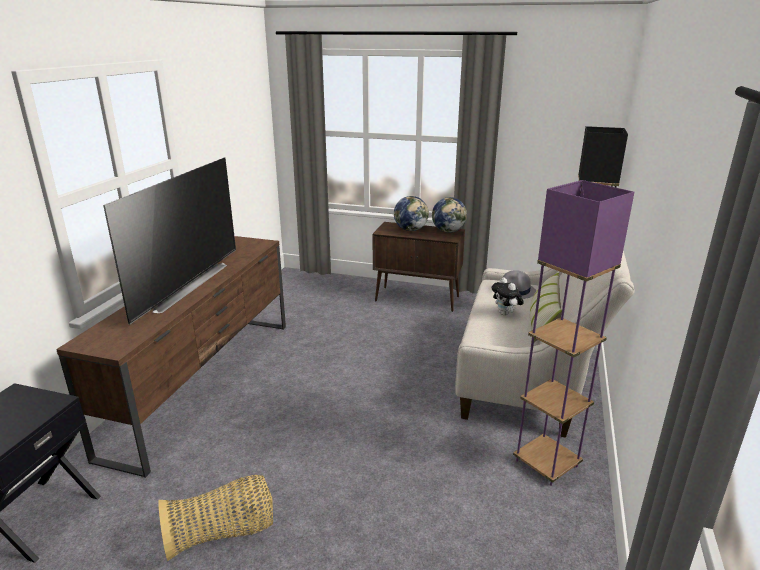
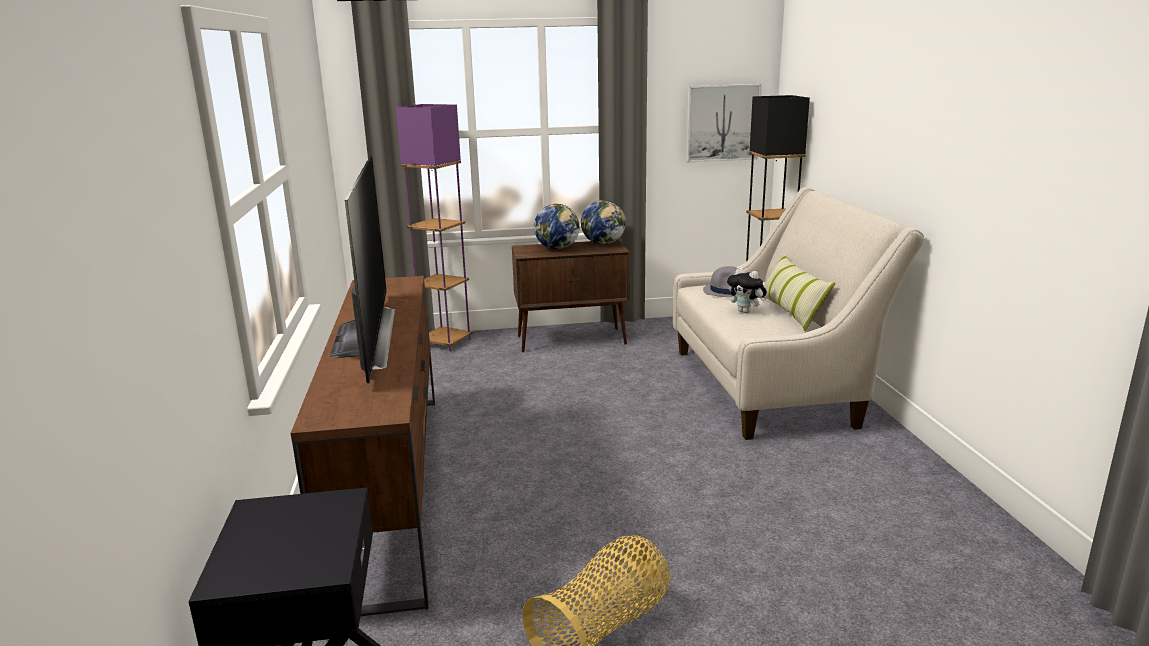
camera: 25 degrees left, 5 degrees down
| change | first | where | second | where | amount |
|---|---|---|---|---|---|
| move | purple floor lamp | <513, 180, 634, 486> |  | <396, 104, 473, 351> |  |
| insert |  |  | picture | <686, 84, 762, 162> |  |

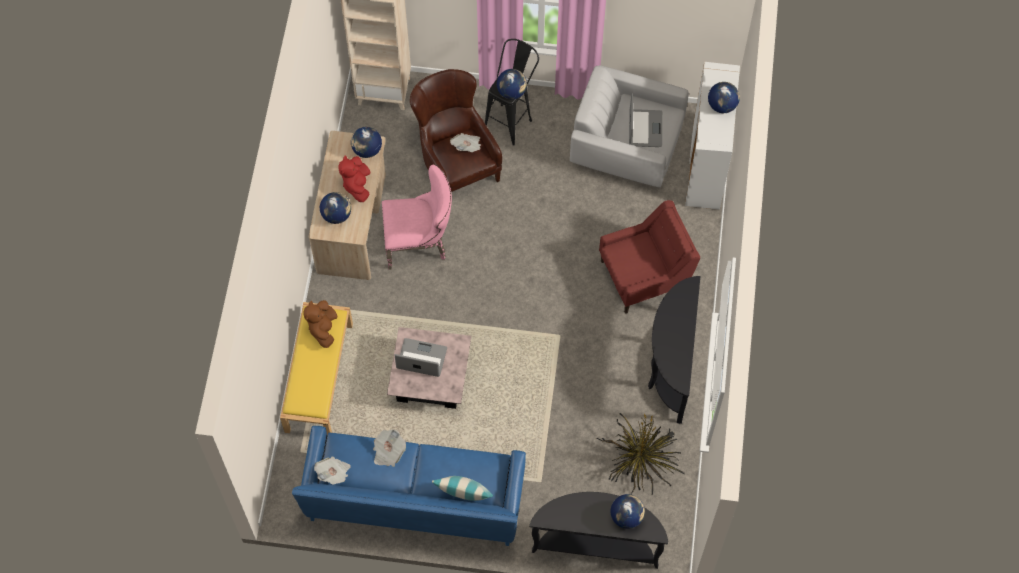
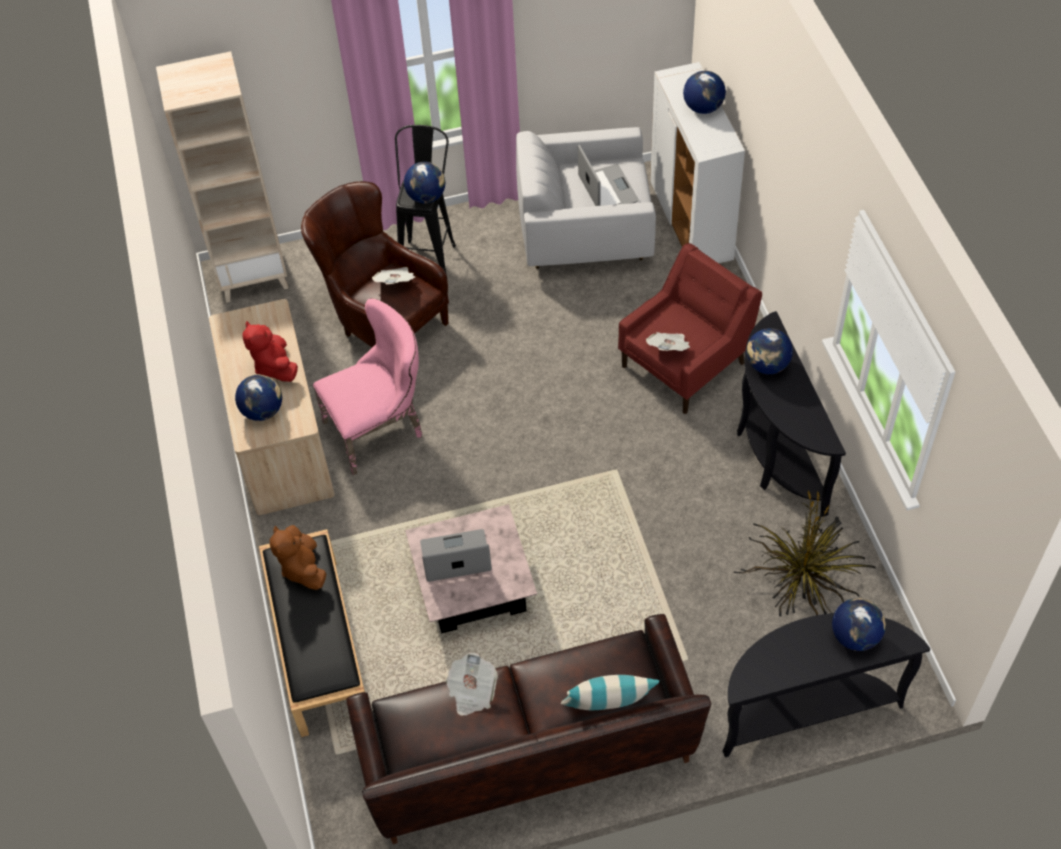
camera: 20 degrees left, 10 degrees down
| change | first | where | second | where | amount |
|---|---|---|---|---|---|
| recolor | yellow bench | <280, 302, 353, 435> | black bench | <259, 529, 365, 737> |  |
| recolor | blue sofa | <292, 426, 526, 546> | brown sofa | <346, 614, 711, 844> |  |
| move | newspaper | <314, 456, 351, 485> |  | <646, 332, 690, 351> |  |
| move | globe | <351, 127, 382, 158> |  | <746, 328, 793, 374> |  |

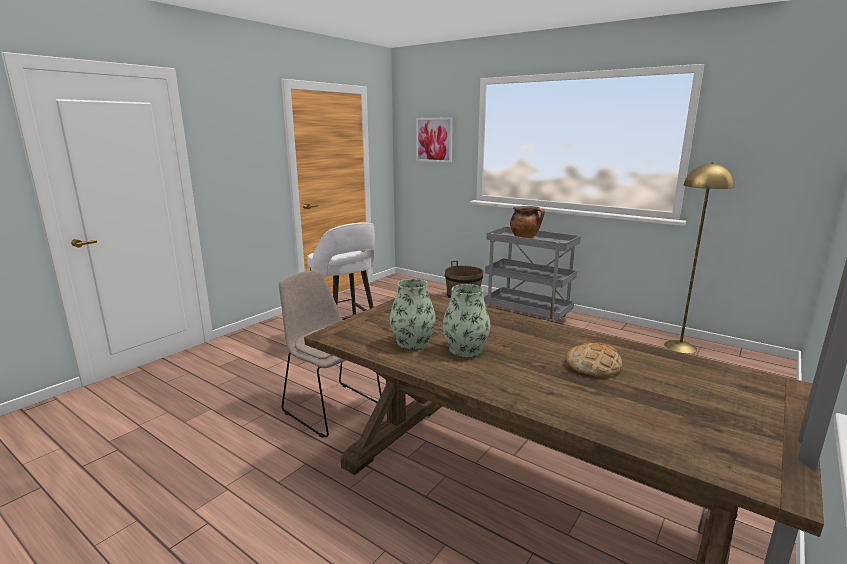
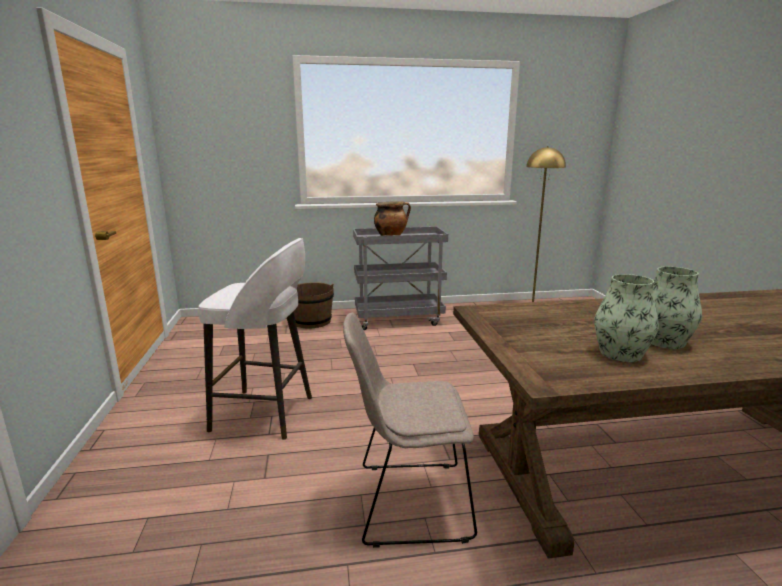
camera: 45 degrees left, 0 degrees up
| change | first | where | second | where | amount |
|---|---|---|---|---|---|
| delete | picture | <416, 117, 453, 163> |  |  |  |
| delete | bread | <566, 342, 622, 377> |  |  |  |

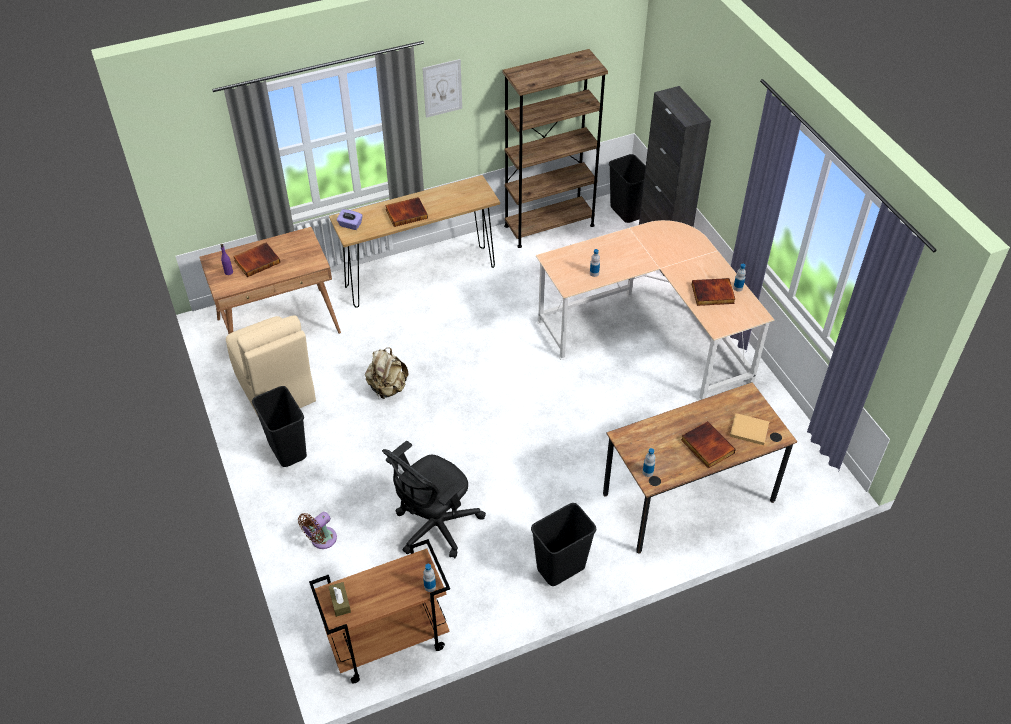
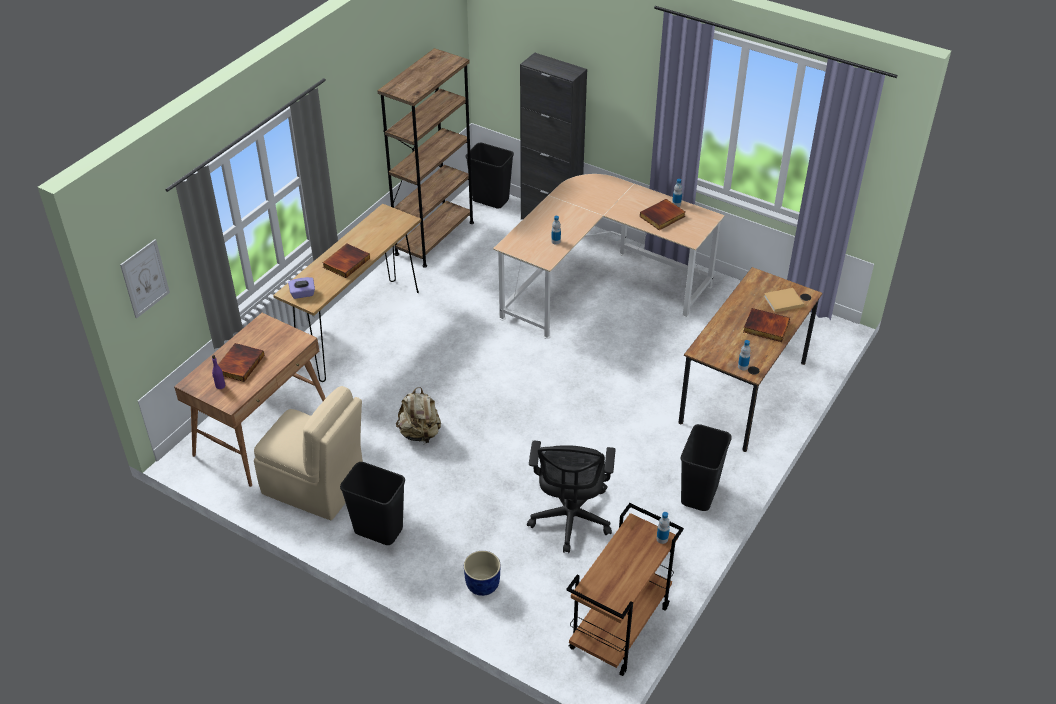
camera: 35 degrees left, 5 degrees down
| change | first | where | second | where | amount |
|---|---|---|---|---|---|
| replace | brown fan | <298, 512, 337, 549> | blue planter | <464, 551, 501, 596> |  |
| delete | brown tissue box | <328, 582, 351, 617> |  |  |  |
| move | picture | <423, 59, 462, 118> |  | <120, 239, 170, 319> |  |

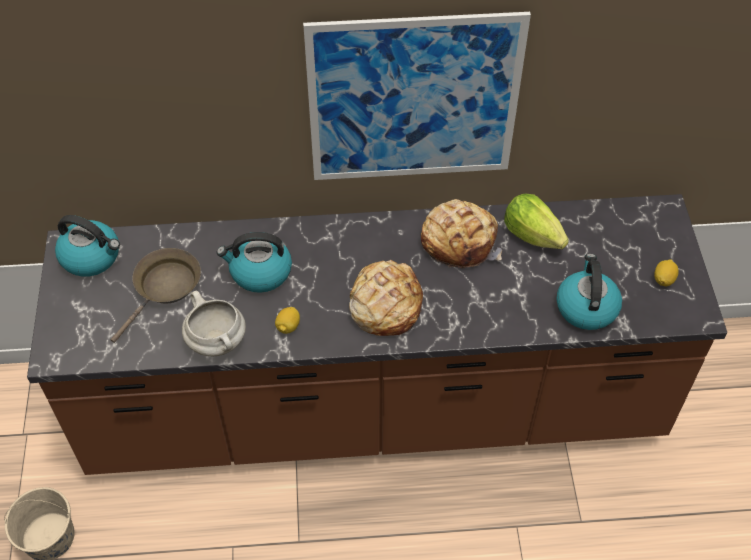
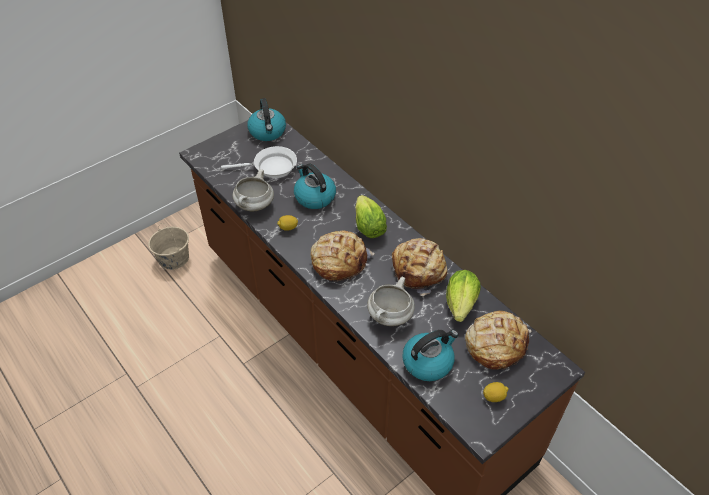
camera: 55 degrees right, 5 degrees down
| change | first | where | second | where | amount |
|---|---|---|---|---|---|
| recolor | brown frying pan | <111, 248, 201, 343> | white frying pan | <221, 146, 297, 178> |  |
| delete | picture | <303, 12, 531, 180> |  |  |  |
| insert |  |  | lettuce | <355, 195, 387, 238> |  |
| insert |  |  | white cooking pot | <367, 277, 415, 326> |  |
| insert |  |  | bread | <465, 311, 531, 370> |  |

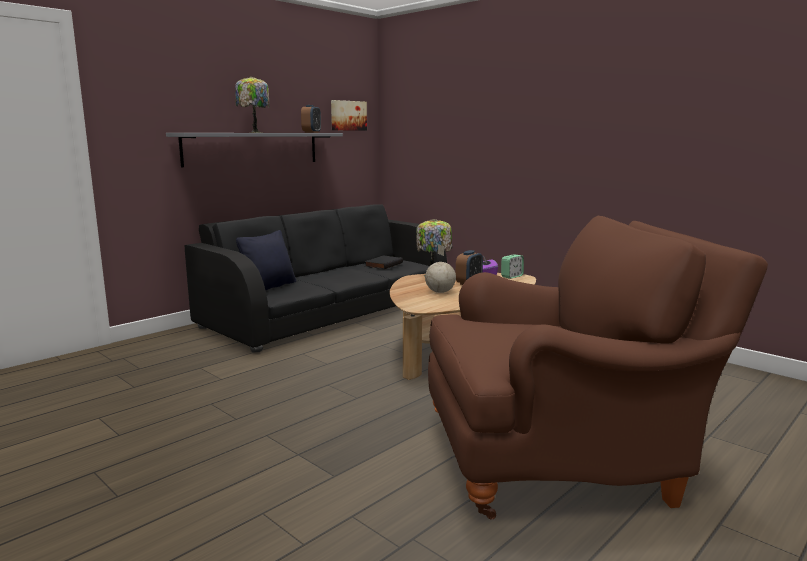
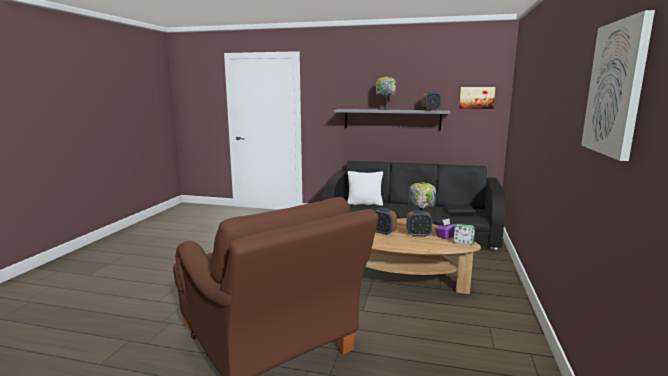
camera: 60 degrees right, 0 degrees up
| change | first | where | second | where | amount |
|---|---|---|---|---|---|
| recolor | black pillow | <236, 230, 296, 290> | white pillow | <347, 171, 383, 205> |  |
| replace | globe | <425, 244, 456, 293> | alarm clock | <375, 208, 397, 235> |  |
| insert |  |  | picture | <581, 10, 655, 161> |  |

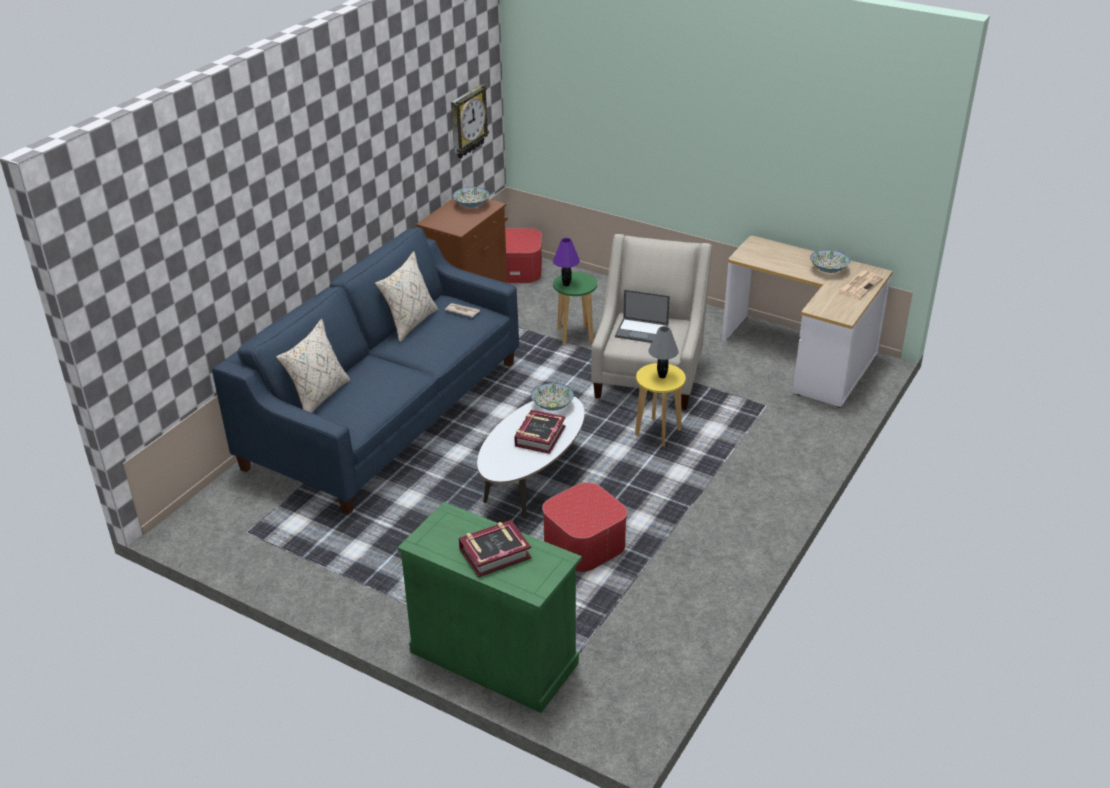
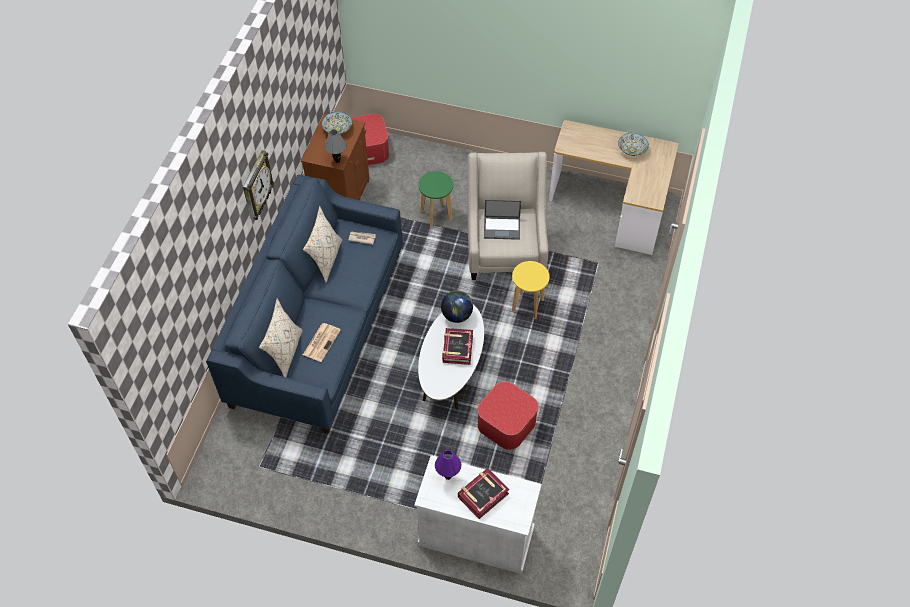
camera: 15 degrees left, 20 degrees up
| change | first | where | second | where | amount |
|---|---|---|---|---|---|
| recolor | green cabinet | <398, 502, 582, 713> | white cabinet | <414, 455, 542, 574> |  |
| move | wall clock | <451, 84, 489, 158> |  | <243, 150, 274, 220> |  |
| replace | bowl | <531, 383, 574, 411> | globe | <441, 290, 473, 323> |  |
| move | purple table lamp | <553, 238, 580, 286> |  | <435, 450, 461, 480> |  |
| move | grey table lamp | <648, 326, 678, 378> |  | <325, 129, 347, 163> |  |
| move | newspaper | <838, 271, 884, 299> |  | <303, 323, 341, 362> |  |

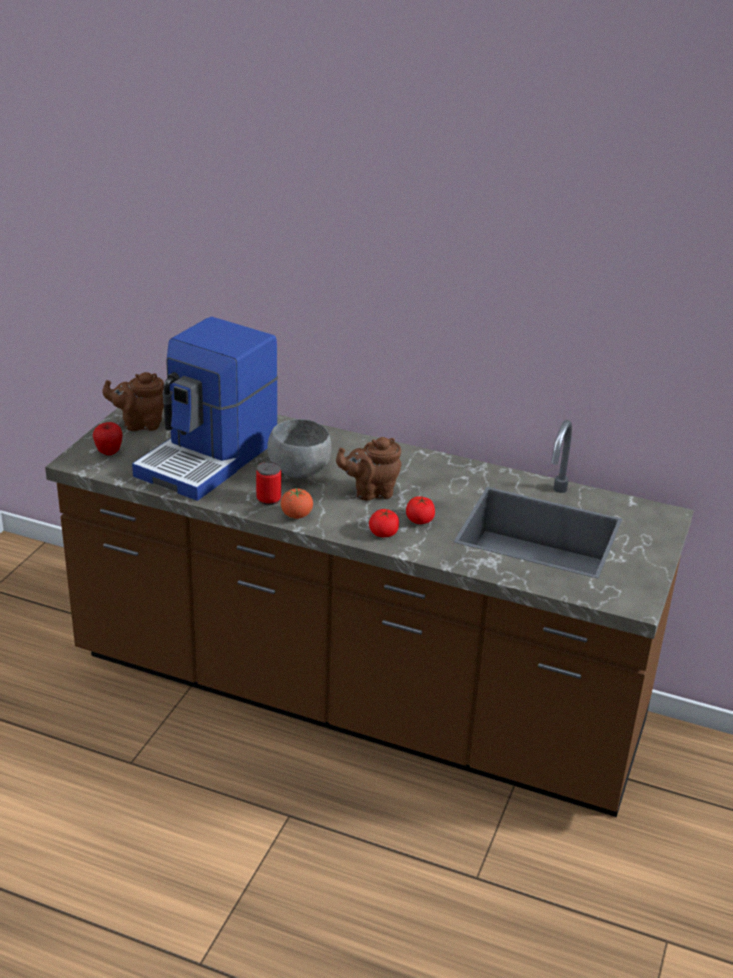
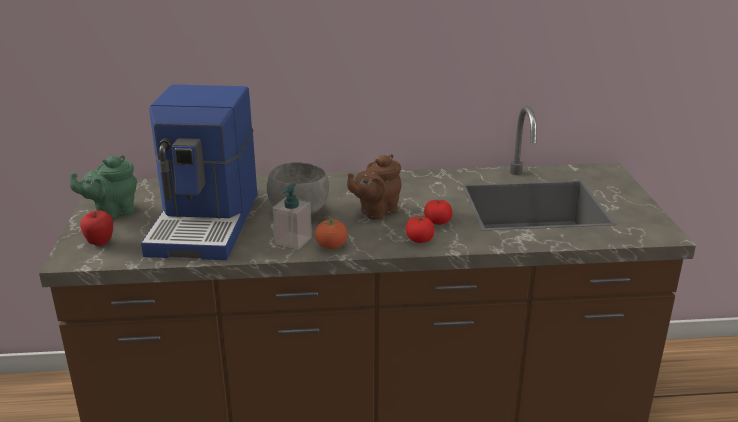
camera: 25 degrees left, 5 degrees down
| change | first | where | second | where | amount |
|---|---|---|---|---|---|
| recolor | brown teapot | <102, 372, 164, 431> | green teapot | <70, 155, 137, 219> |  |
| replace | can | <256, 462, 281, 505> | soap dispenser | <273, 183, 312, 250> |  |

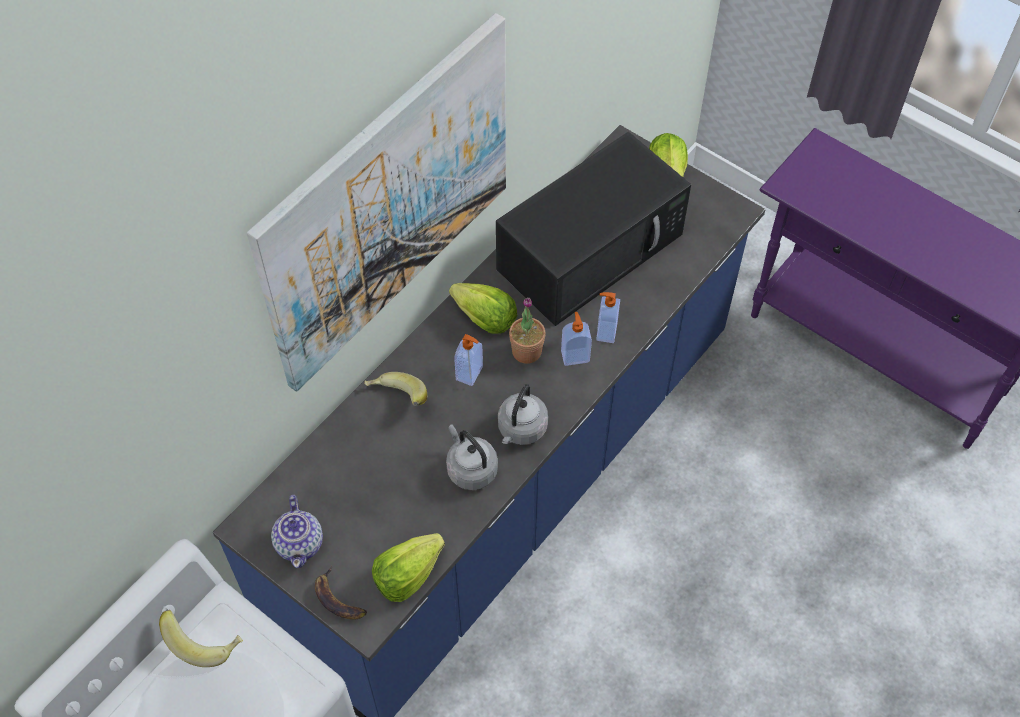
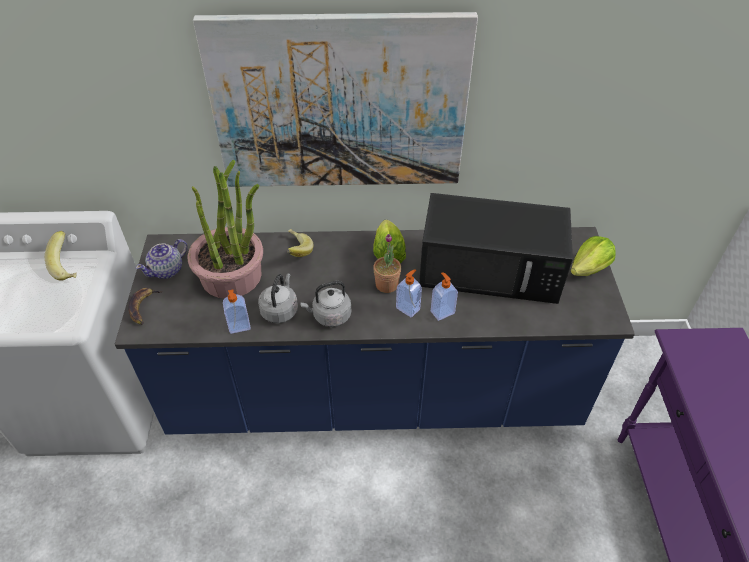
camera: 50 degrees right, 10 degrees down
| change | first | where | second | where | amount |
|---|---|---|---|---|---|
| delete | lettuce | <372, 533, 445, 602> |  |  |  |
| move | soap dispenser | <454, 334, 483, 386> |  | <223, 289, 251, 334> |  |
| insert |  |  | potted plant | <188, 160, 263, 299> |  |

